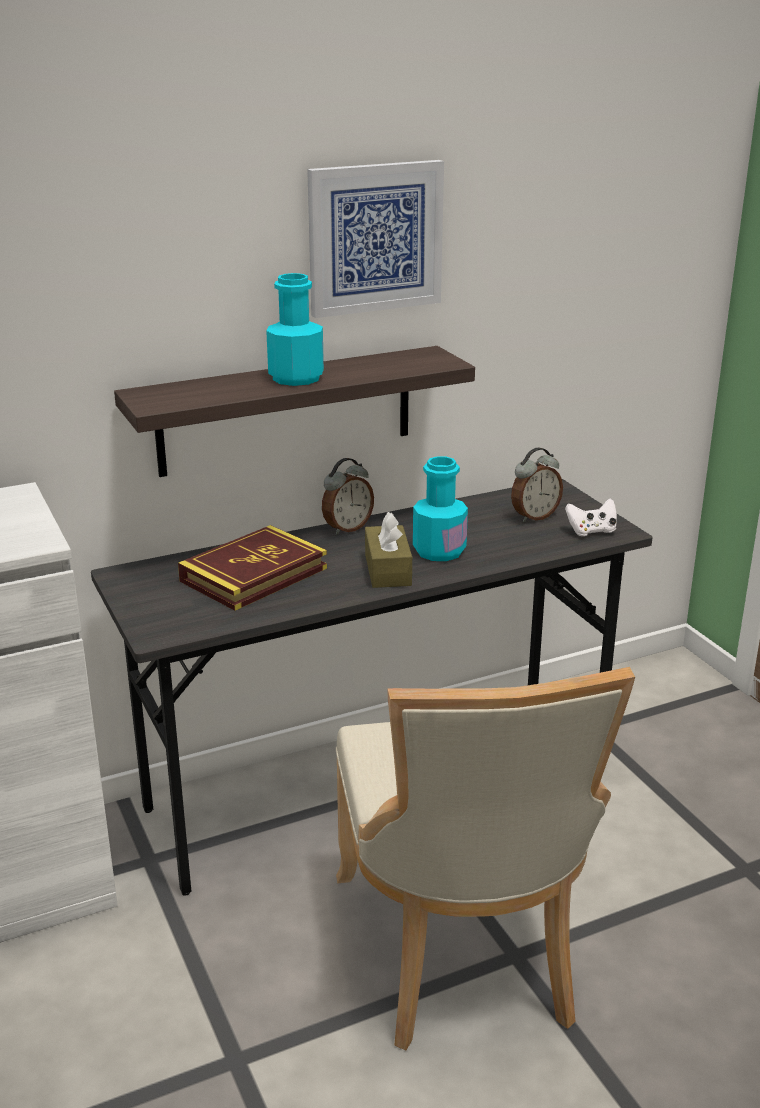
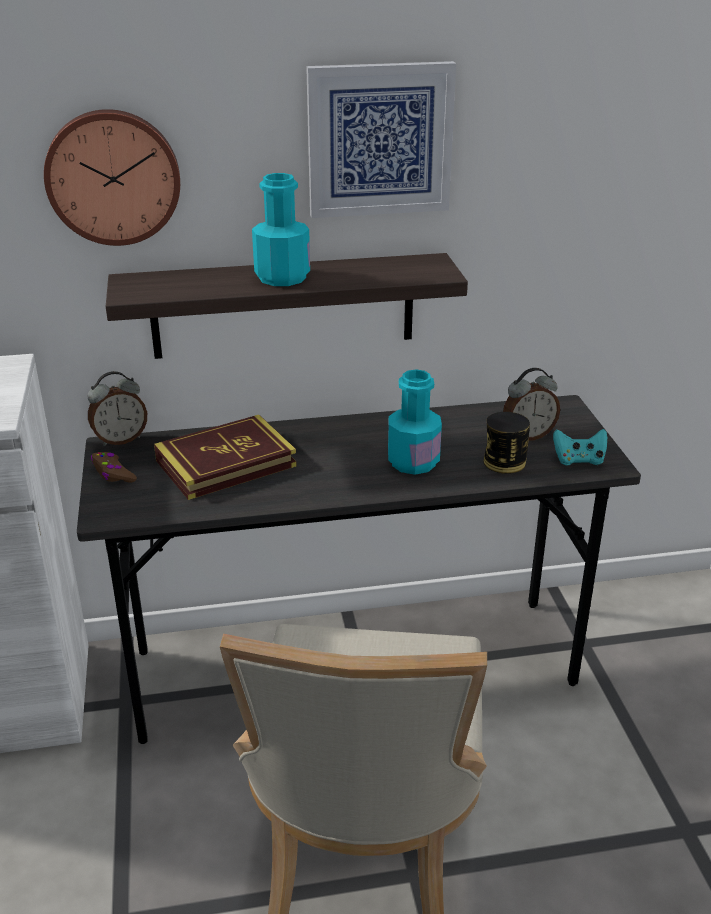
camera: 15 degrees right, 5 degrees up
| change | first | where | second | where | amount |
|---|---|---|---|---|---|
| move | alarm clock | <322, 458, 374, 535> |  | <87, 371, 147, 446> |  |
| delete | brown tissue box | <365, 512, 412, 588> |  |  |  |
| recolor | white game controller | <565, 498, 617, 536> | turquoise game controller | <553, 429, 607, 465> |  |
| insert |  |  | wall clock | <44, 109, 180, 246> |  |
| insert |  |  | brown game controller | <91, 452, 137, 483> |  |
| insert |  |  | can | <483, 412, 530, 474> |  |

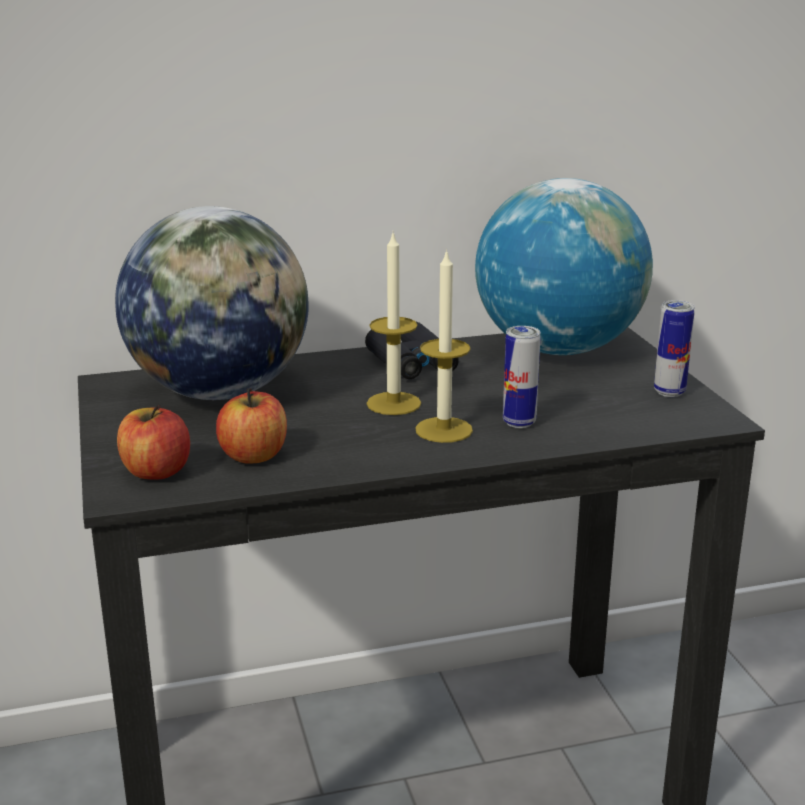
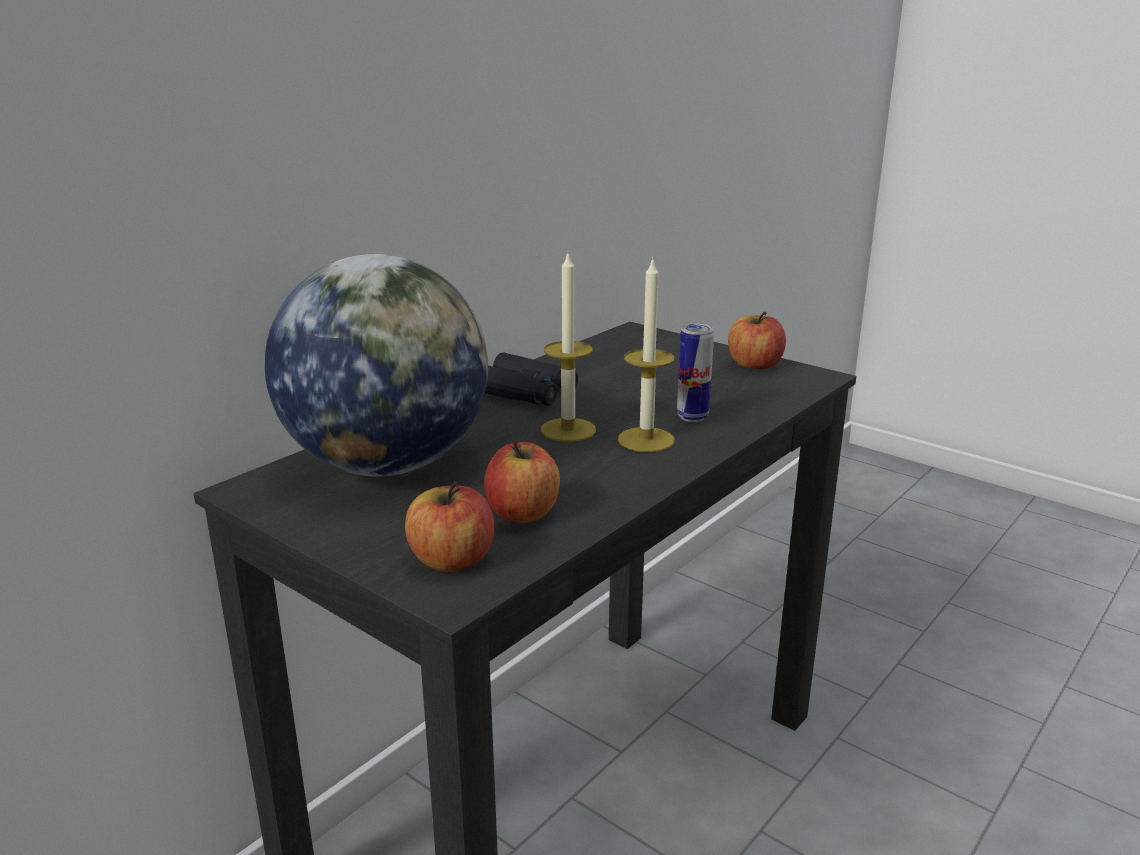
camera: 35 degrees left, 0 degrees up
| change | first | where | second | where | amount |
|---|---|---|---|---|---|
| delete | globe | <475, 178, 653, 355> |  |  |  |
| replace | can | <654, 300, 695, 397> | apple | <728, 311, 786, 369> |  |

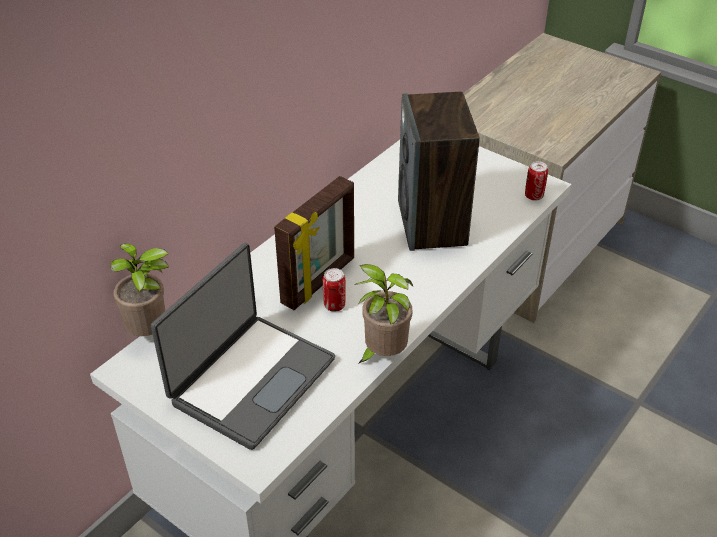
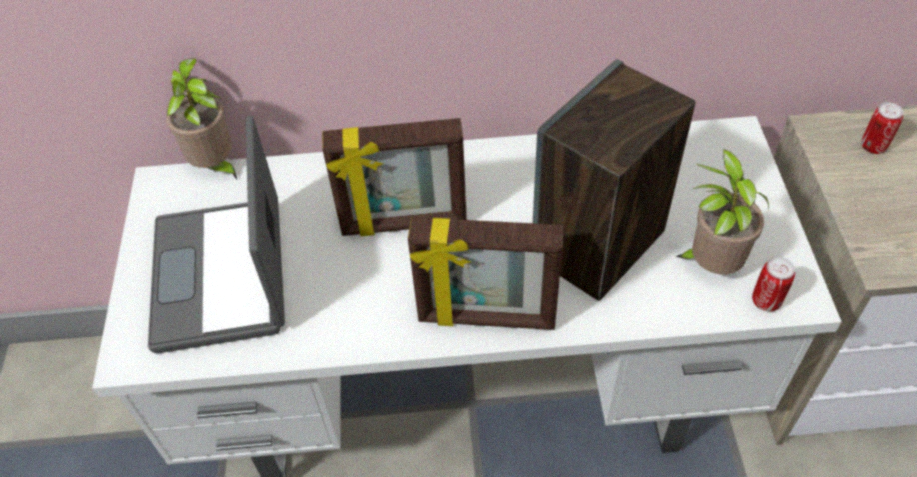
camera: 50 degrees right, 10 degrees up
| change | first | where | second | where | amount |
|---|---|---|---|---|---|
| rotate | laptop | <151, 243, 335, 450> |  | <148, 116, 285, 354> | 90 degrees clockwise |
| move | can | <323, 268, 346, 312> |  | <861, 102, 903, 154> |  |
| move | potted plant | <354, 264, 413, 364> |  | <675, 149, 769, 274> |  |
| insert |  |  | picture frame | <408, 217, 563, 330> |  |

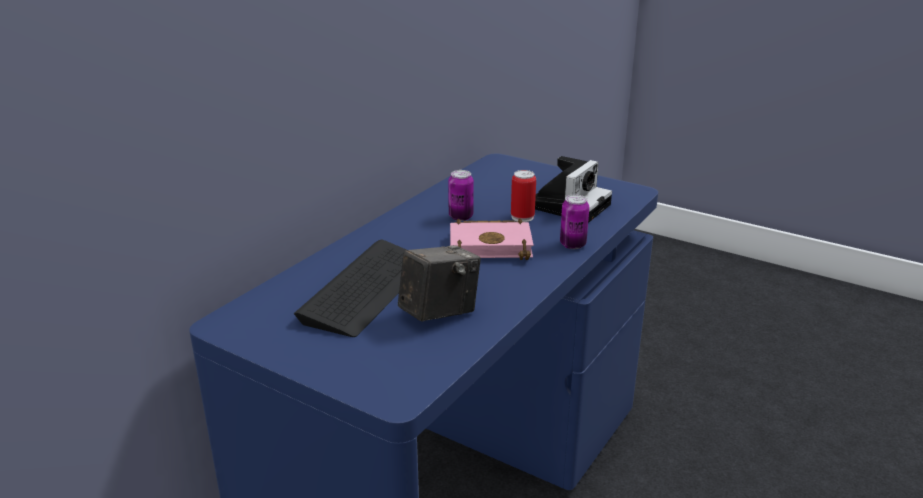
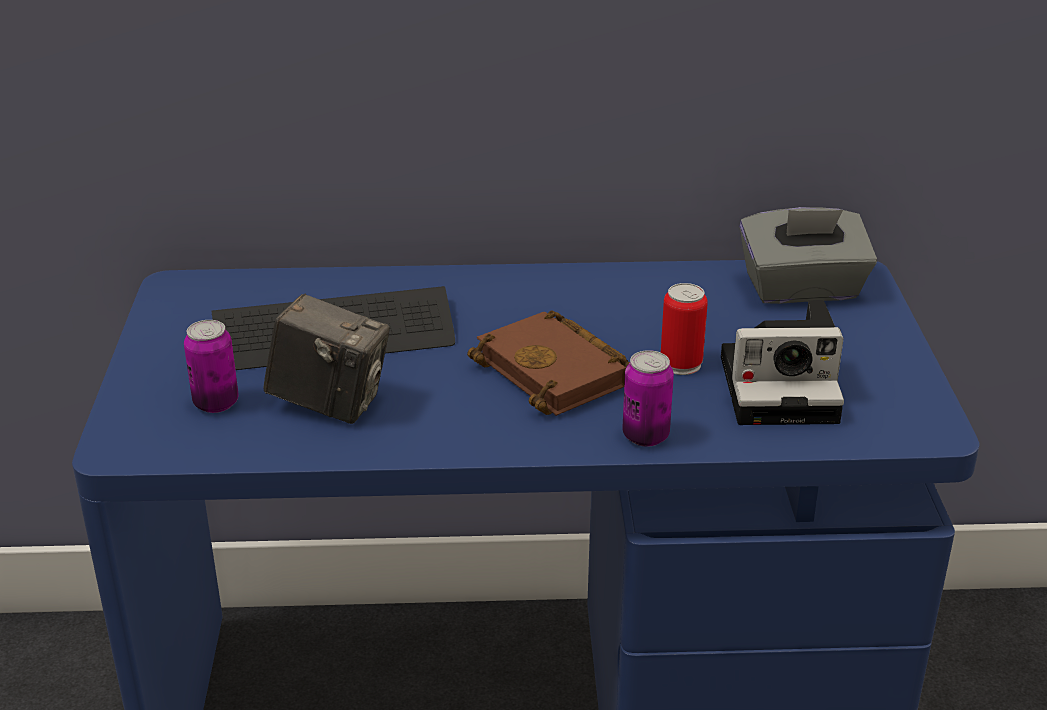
camera: 55 degrees right, 5 degrees up
| change | first | where | second | where | amount |
|---|---|---|---|---|---|
| move | can | <448, 170, 474, 221> |  | <184, 320, 239, 413> |  |
| recolor | pink book | <450, 219, 534, 260> | brown book | <467, 310, 630, 416> |  |
| insert |  |  | grey tissue box | <739, 207, 877, 304> |  |

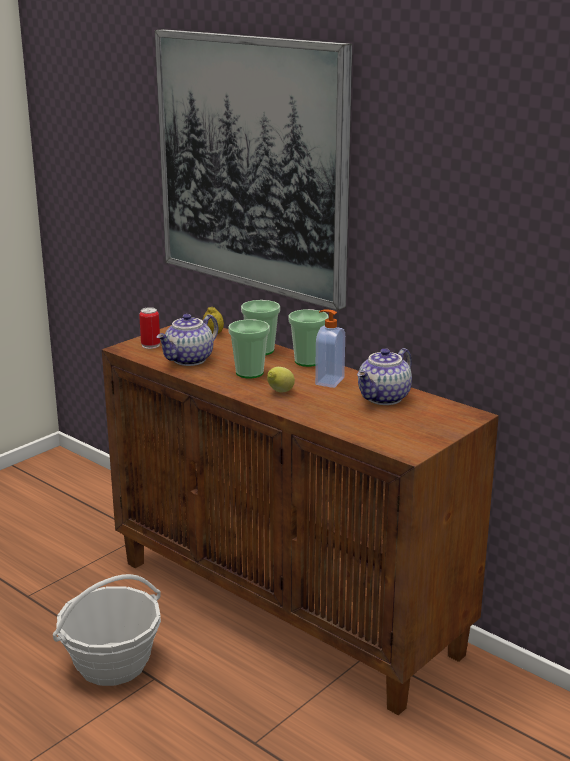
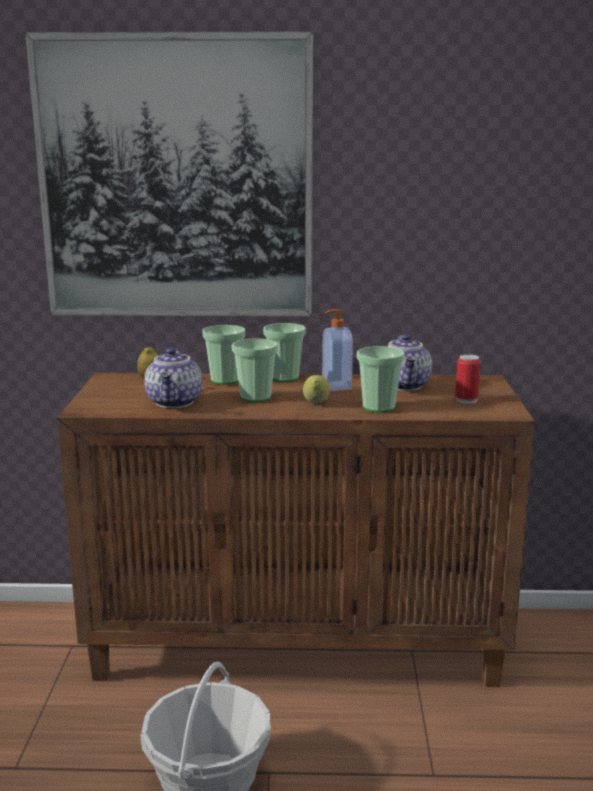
camera: 40 degrees left, 5 degrees down
| change | first | where | second | where | amount |
|---|---|---|---|---|---|
| move | can | <139, 307, 160, 349> |  | <455, 354, 481, 404> |  |
| insert |  |  | cup | <357, 346, 405, 413> |  |

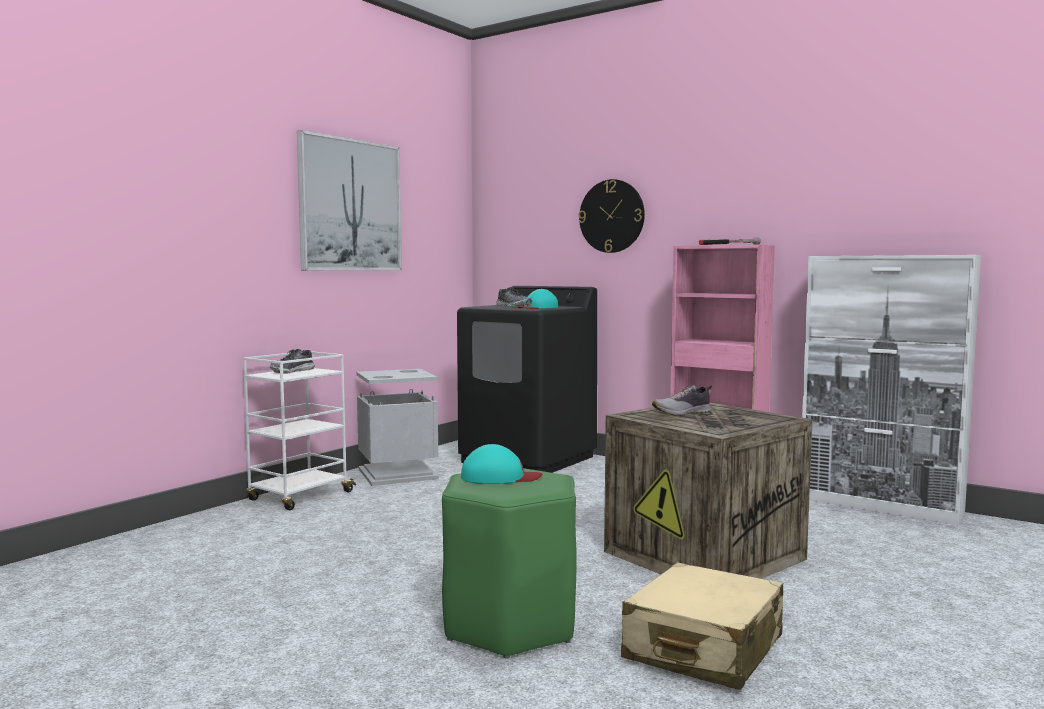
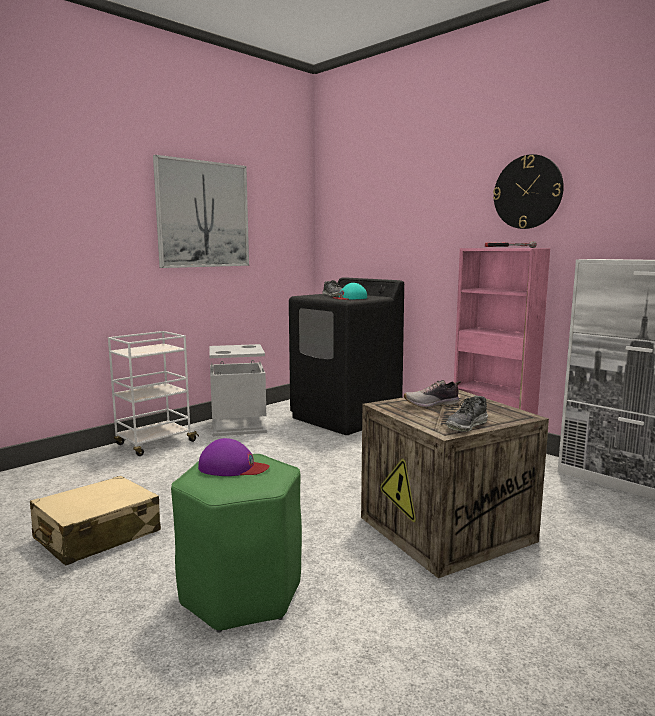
camera: 10 degrees right, 5 degrees up
| change | first | where | second | where | amount |
|---|---|---|---|---|---|
| move | shoe | <270, 349, 315, 374> |  | <446, 396, 488, 432> |  |
| recolor | turquoise cap | <461, 444, 543, 484> | purple cap | <198, 438, 270, 476> |  |
| move | wall clock | <579, 179, 645, 253> |  | <493, 154, 564, 229> |  |
| move | beige suitcase | <621, 562, 783, 690> |  | <30, 476, 161, 565> |  |

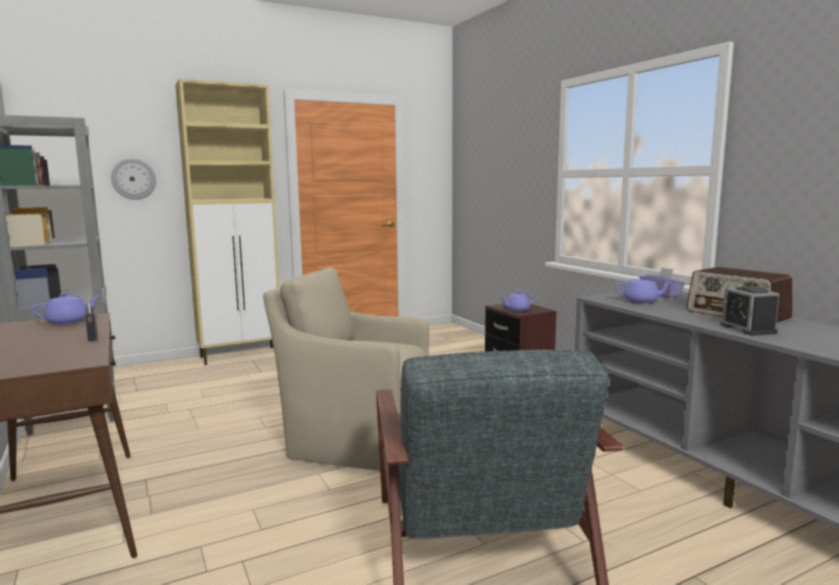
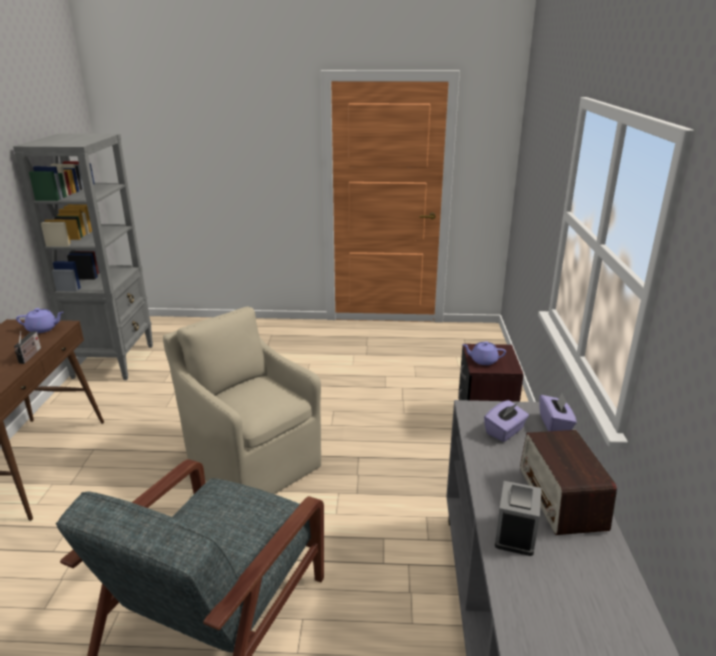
camera: 30 degrees right, 15 degrees up
| change | first | where | second | where | amount |
|---|---|---|---|---|---|
| delete | wall clock | <111, 159, 156, 200> |  |  |  |
| delete | beige cabinet | <175, 79, 279, 365> |  |  |  |
| replace | purple teapot | <615, 276, 673, 304> | purple tissue box | <484, 400, 529, 442> |  |

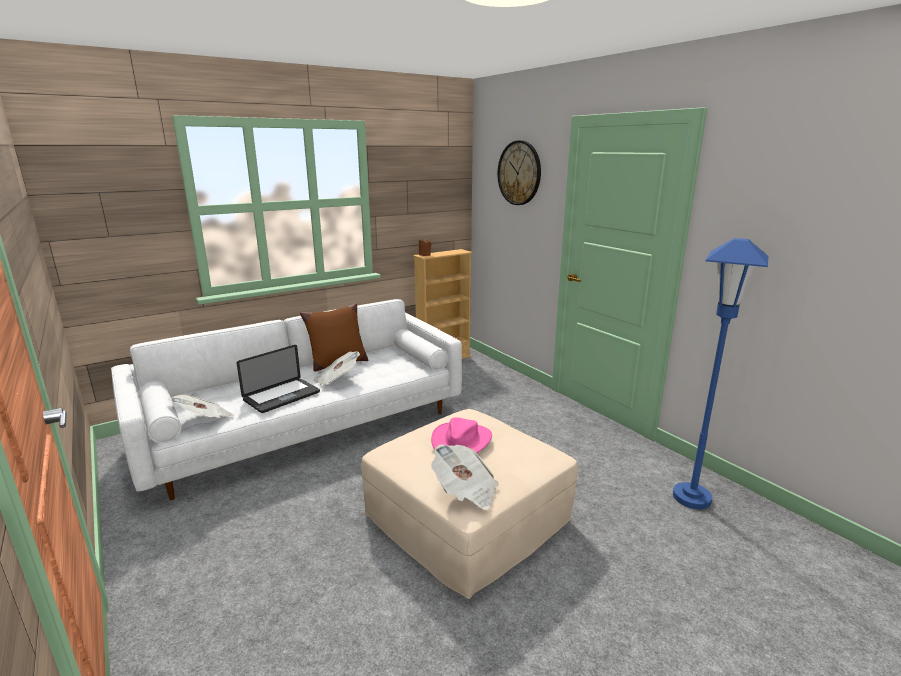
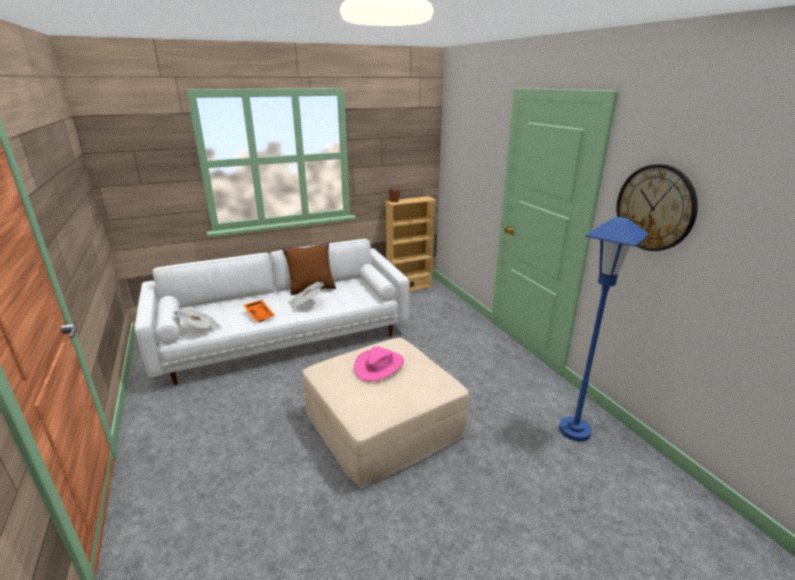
camera: 10 degrees right, 5 degrees up
| change | first | where | second | where | amount |
|---|---|---|---|---|---|
| replace | laptop | <237, 345, 320, 413> | orange tray | <244, 300, 275, 322> |  |
| delete | newspaper | <431, 444, 499, 510> |  |  |  |
| move | wall clock | <498, 140, 541, 205> |  | <617, 164, 698, 251> |  |

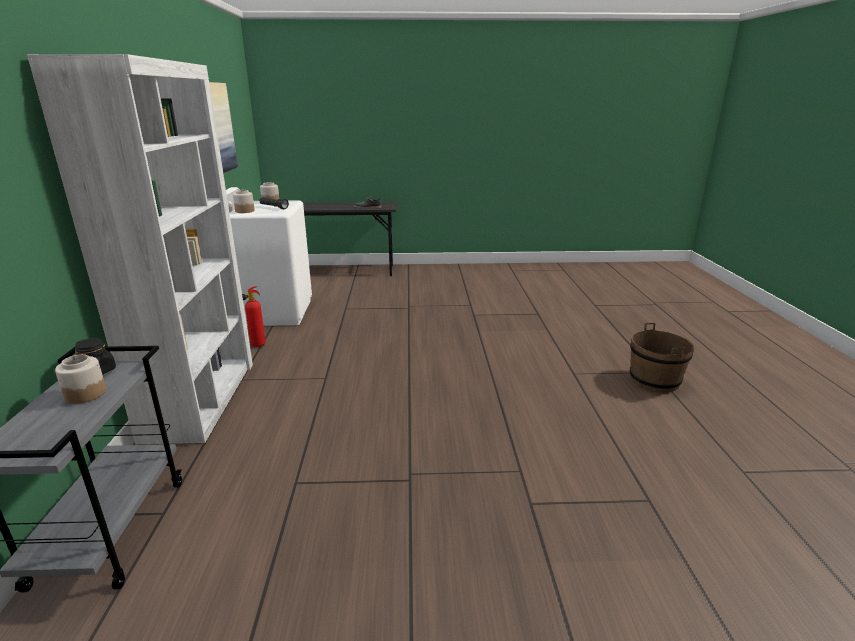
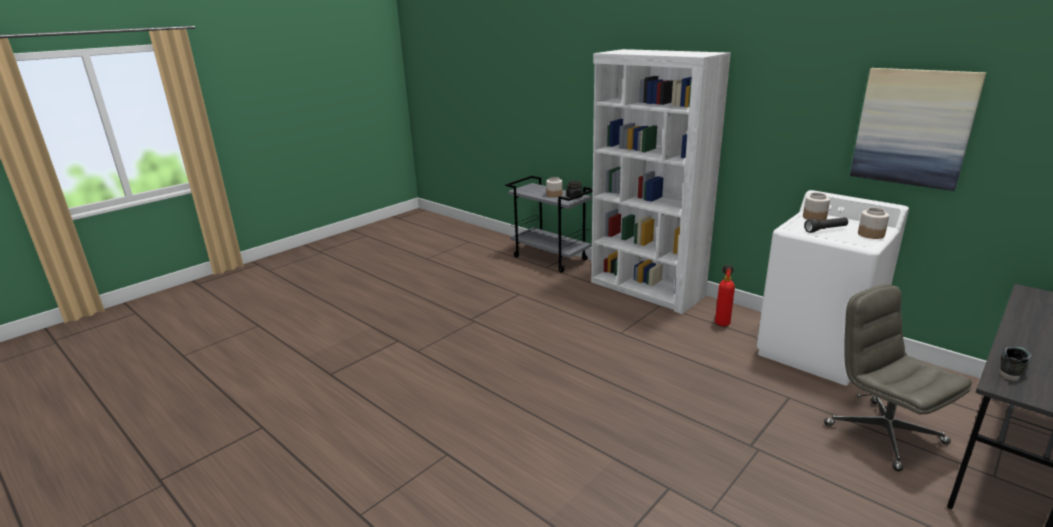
camera: 135 degrees right, 0 degrees up
| change | first | where | second | where | amount |
|---|---|---|---|---|---|
| delete | brown bucket | <630, 323, 694, 393> |  |  |  |
| insert |  |  | grey office chair | <824, 284, 972, 471> |  |

